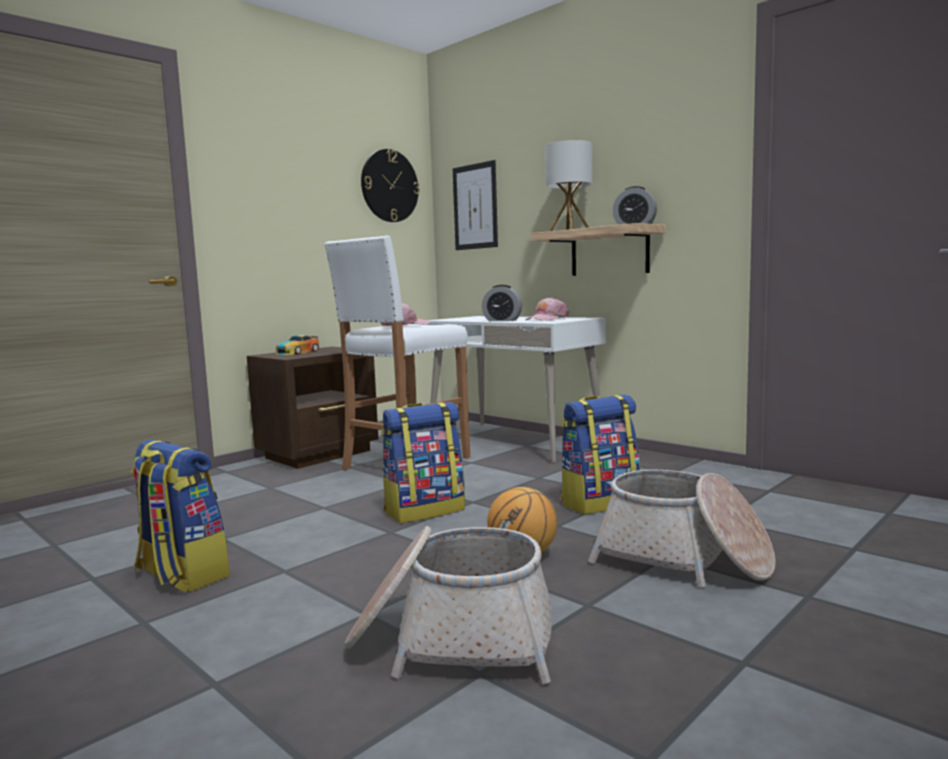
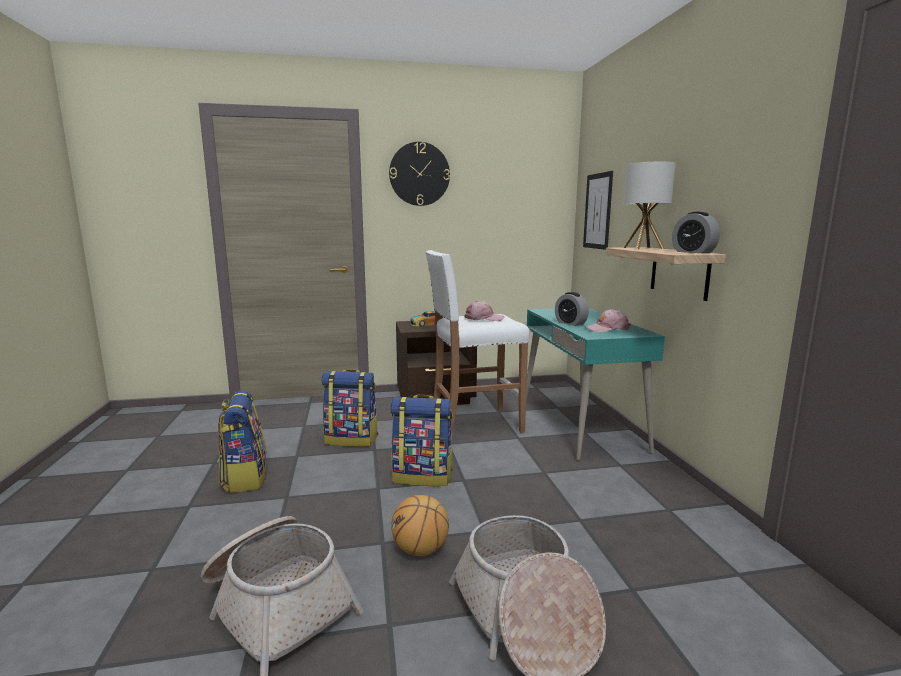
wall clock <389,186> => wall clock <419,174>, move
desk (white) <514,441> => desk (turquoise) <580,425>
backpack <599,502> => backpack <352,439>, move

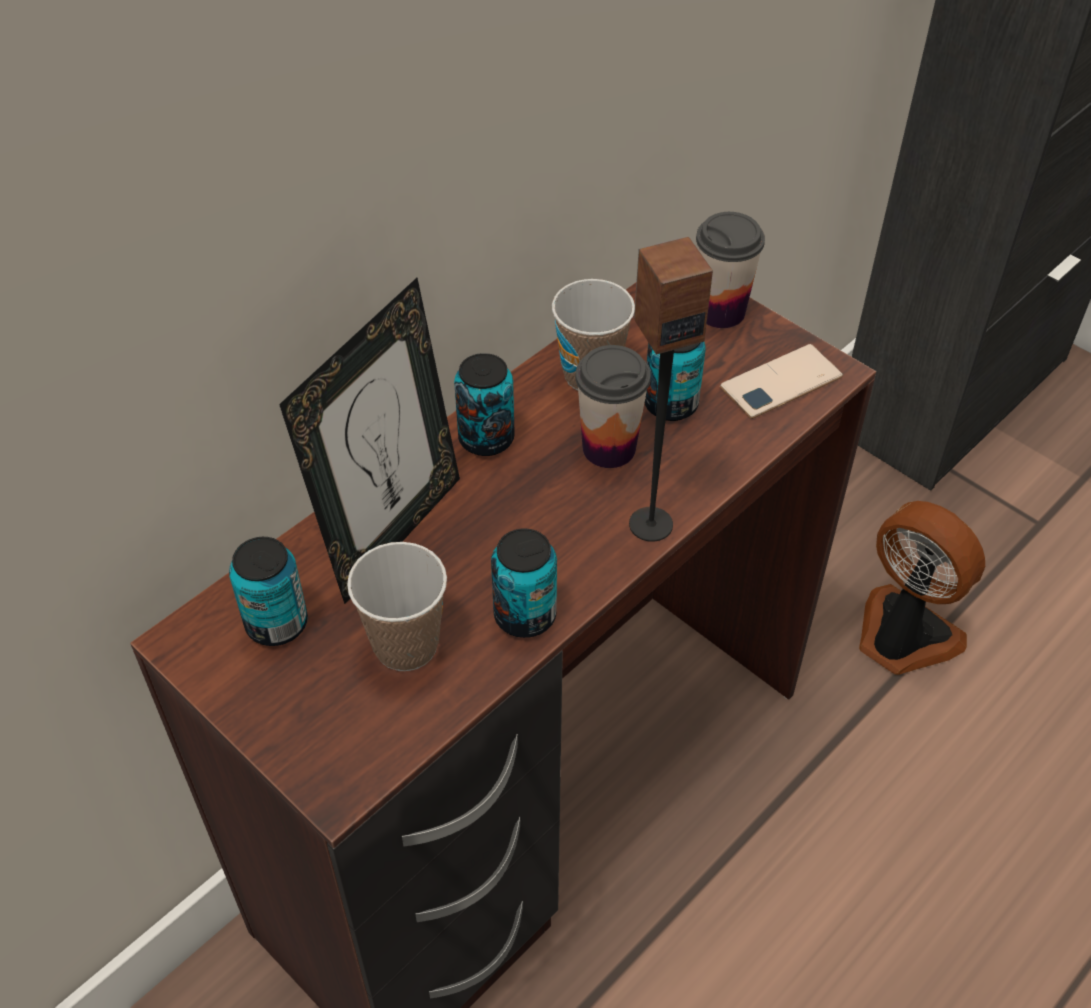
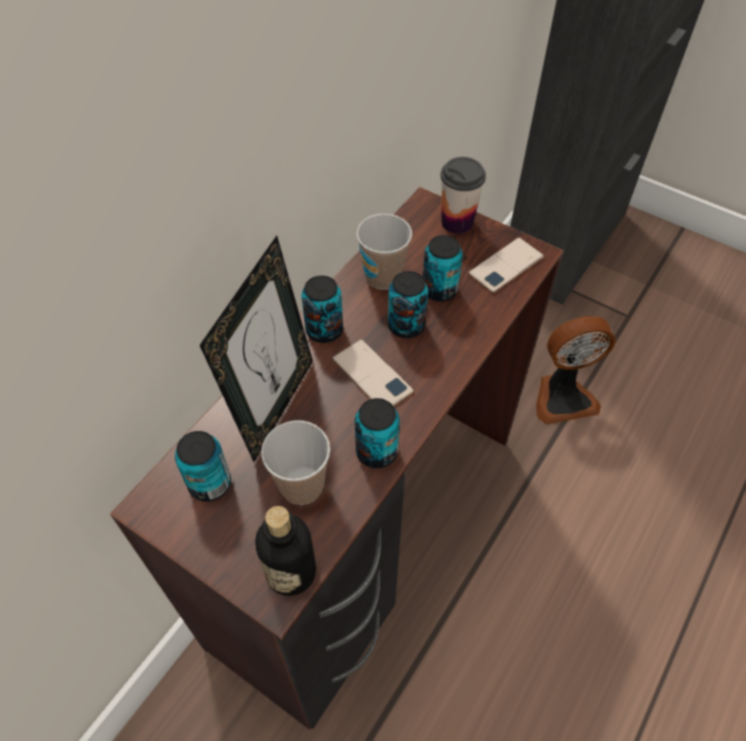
cup <609,448> => can <406,325>
speaker <650,523> => nothing
fan <902,636> => fan <562,397>, 135 degrees clockwise
nothing => bottle <291,572>
nothing => phone <372,375>

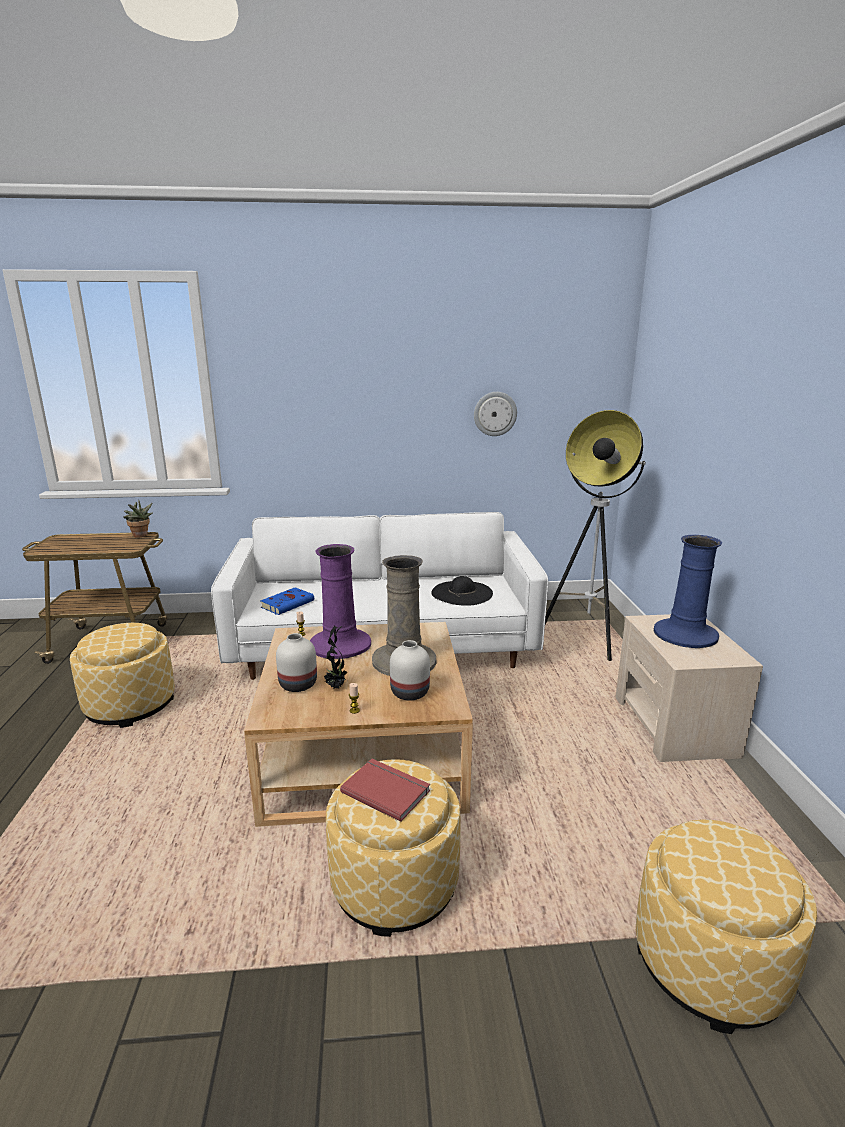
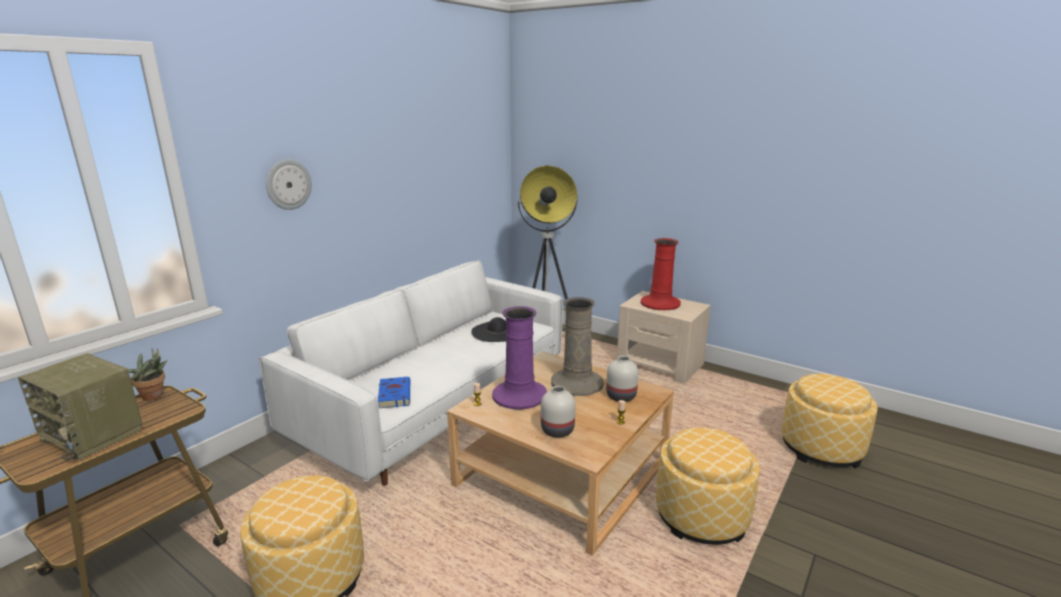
potted plant <336,687> => nothing
book (red) <386,790> => nothing
wall clock <495,414> => wall clock <288,184>, move
vase (blue) <685,634> => vase (red) <660,303>
nothing => radio <94,434>

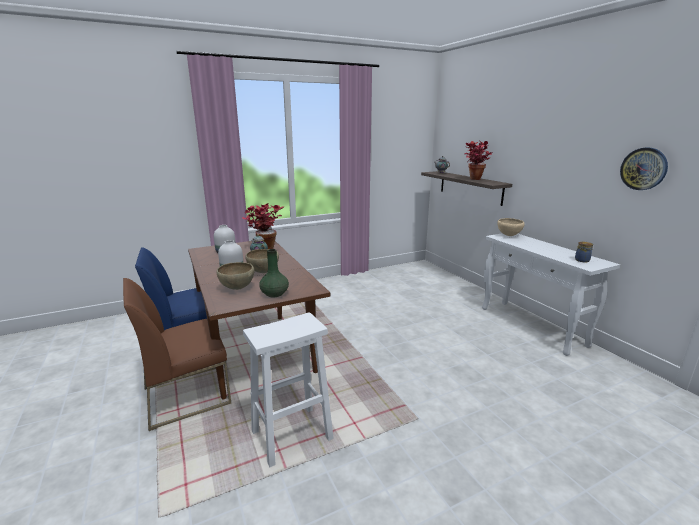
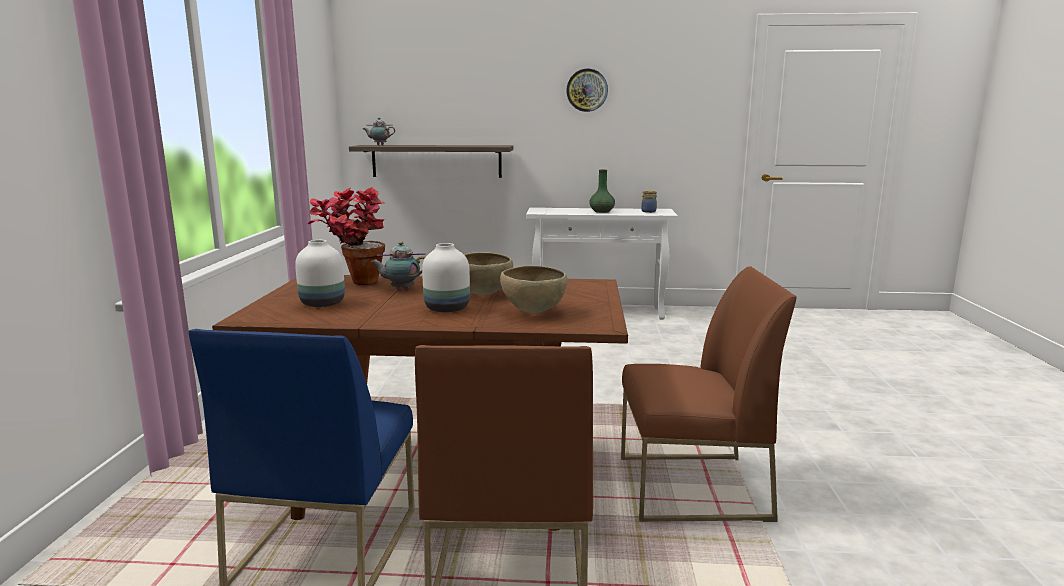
stool (white) <290,436> => chair (brown) <691,488>
vase (green) <275,294> => vase (green) <601,211>, move
potted plant <474,179> => nothing
bowl (beige) <508,235> => nothing
wall clock <643,169> => wall clock <587,90>, move

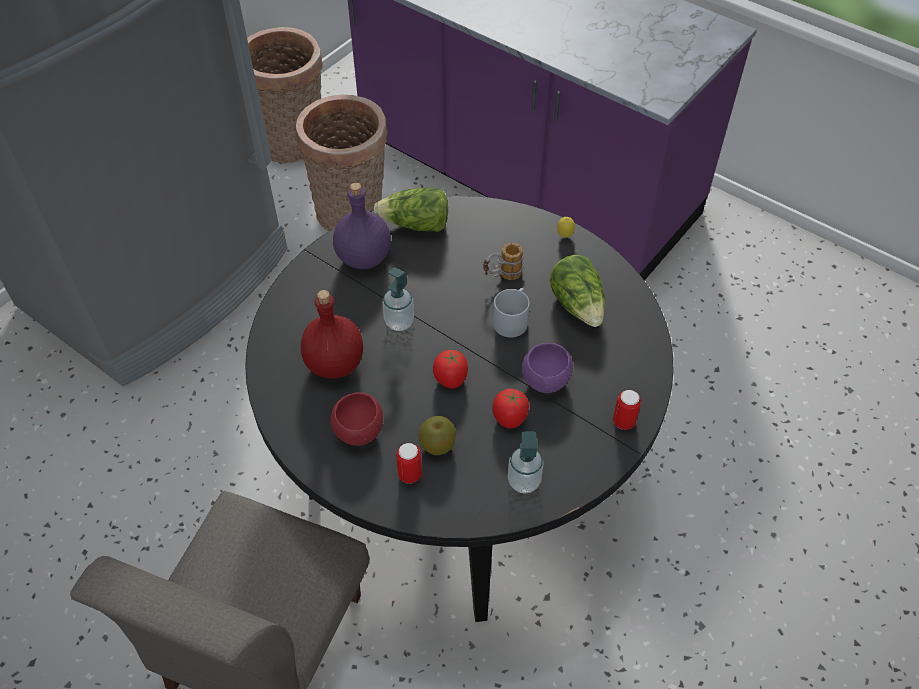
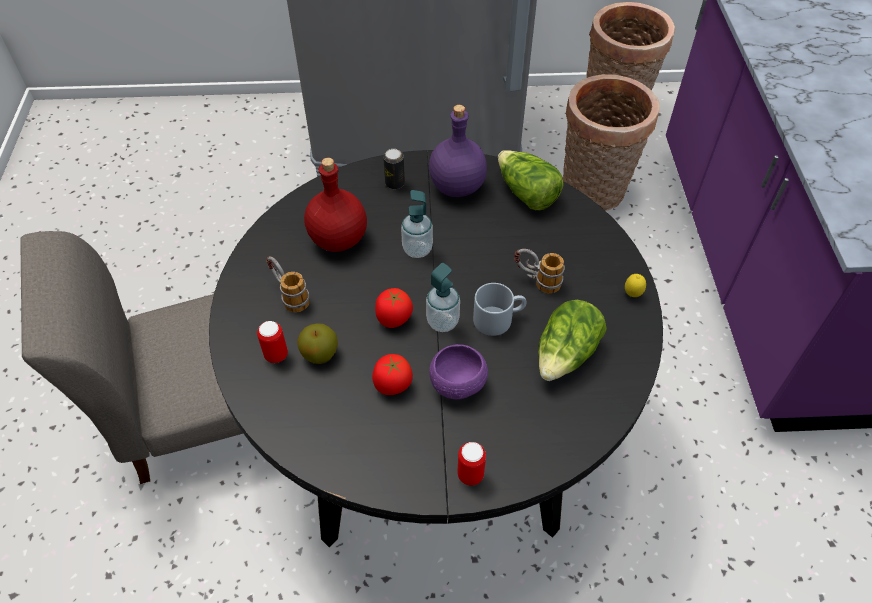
bowl (red) <358,431> => mug <289,295>
soap dispenser <524,481> => soap dispenser <442,322>, move
nothing => can <395,183>

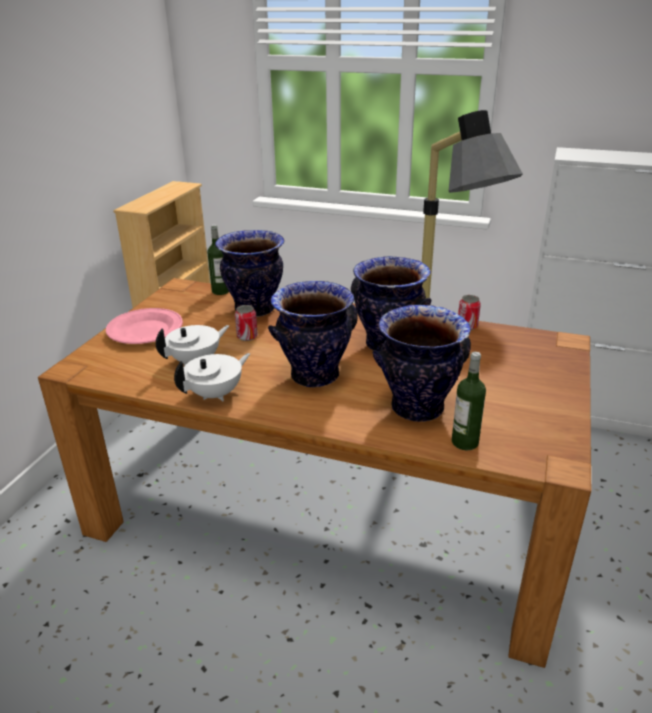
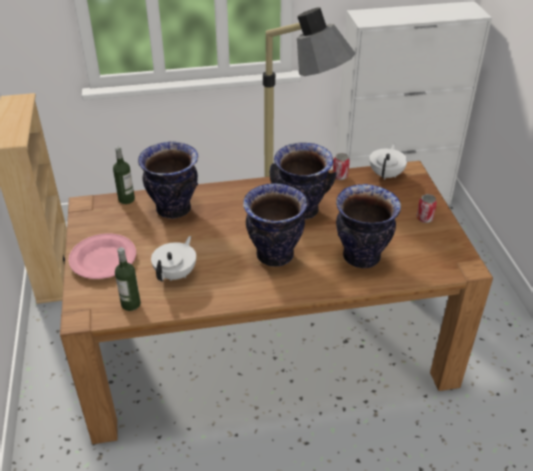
teapot (white) <216,394> => teapot (white) <386,174>, move
can <247,337> => can <424,218>, move
bottle <465,442> => bottle <131,304>, move

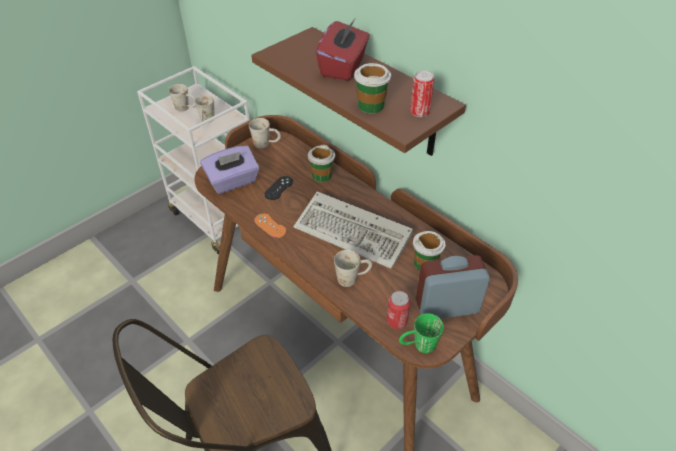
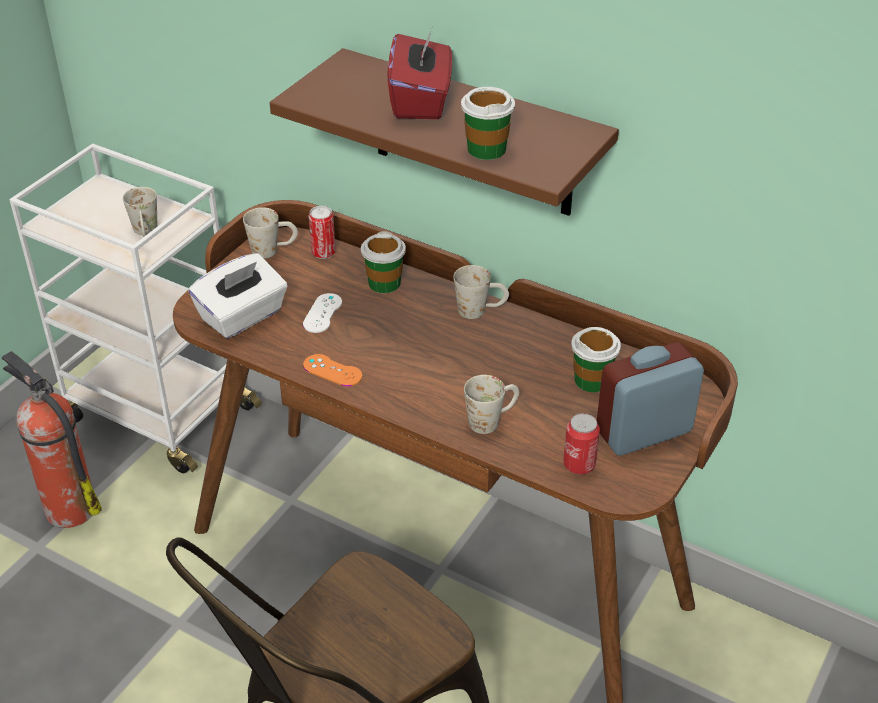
mug (white) <186,108> => mug (white) <480,310>, move
tissue box (purple) <233,182> => tissue box (white) <242,316>
game controller (black) <279,188> => game controller (white) <322,313>
keyboard <355,233> => nothing
mug (green) <418,346> => nothing
can <419,112> => can <323,253>, move
nothing => fire extinguisher <68,507>

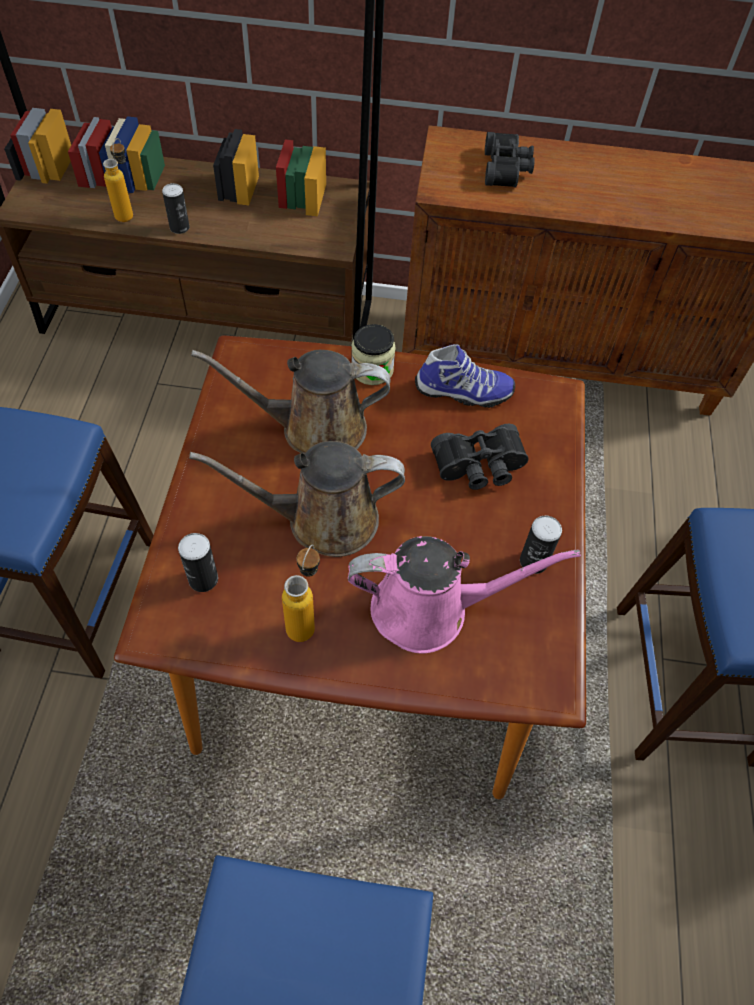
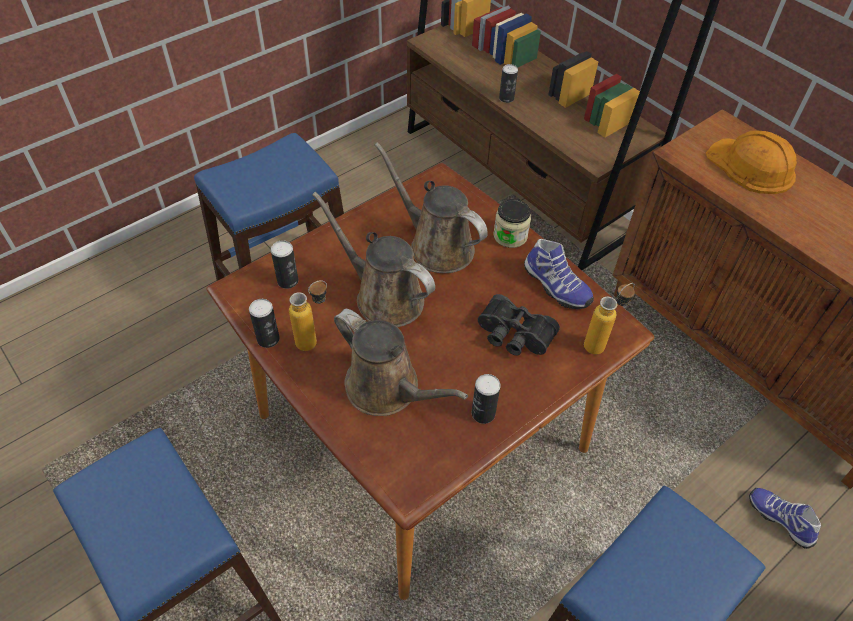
bottle <127,212> => bottle <600,343>, move
watering can (pink) <429,609> => watering can (brown) <387,389>
binoculars (black) <507,169> => hard hat (orange) <751,166>
nothing => can <268,339>
nothing => shoe <780,519>

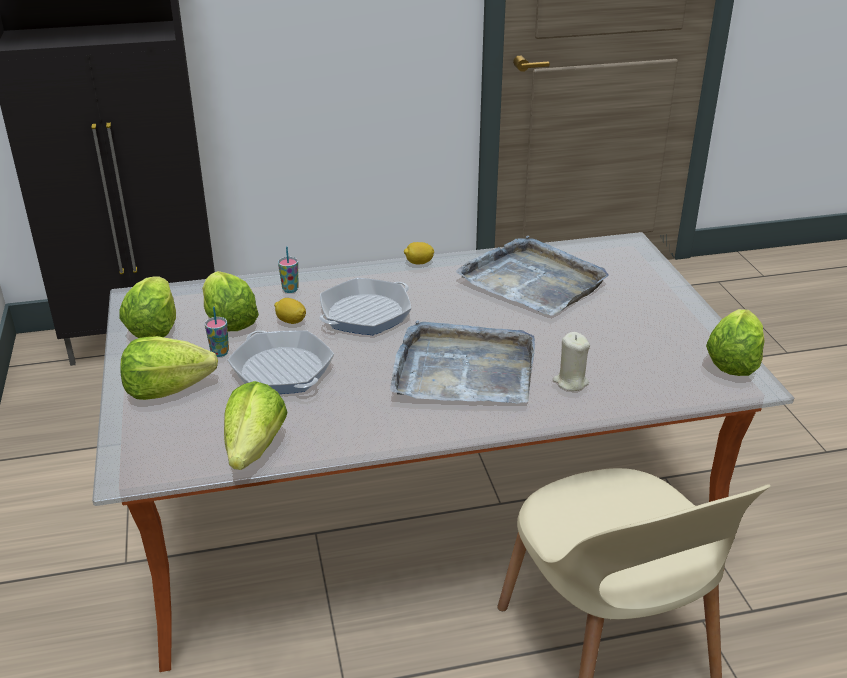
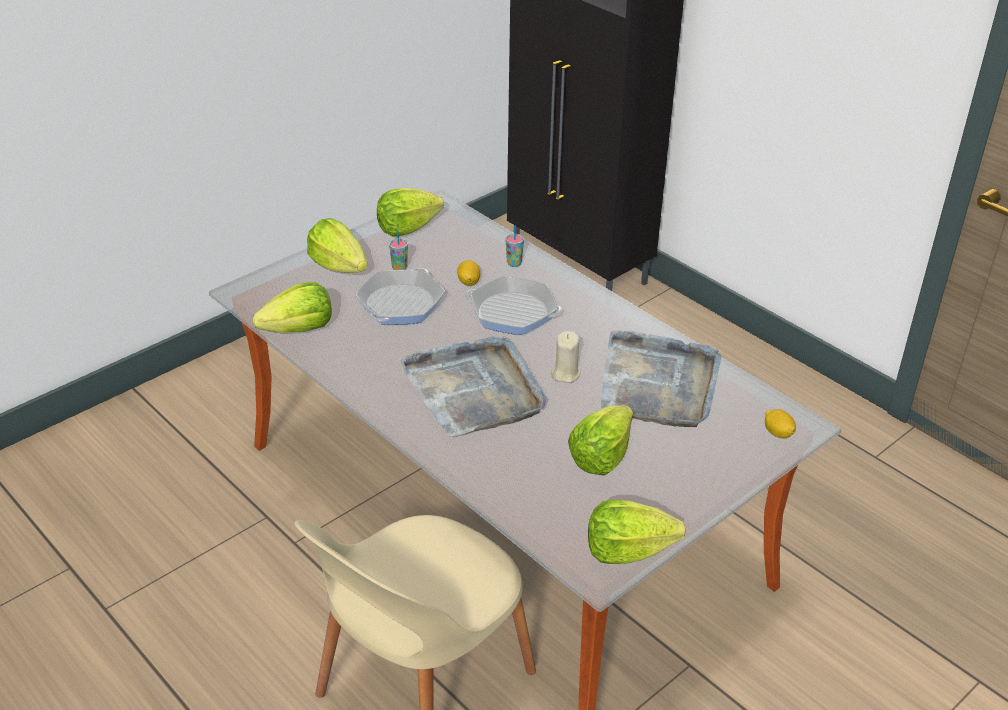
lettuce <229,320> => lettuce <601,457>, move
lemon <419,263> => lemon <778,433>, move
candle (beige) <570,382> => candle (beige) <565,374>, move

